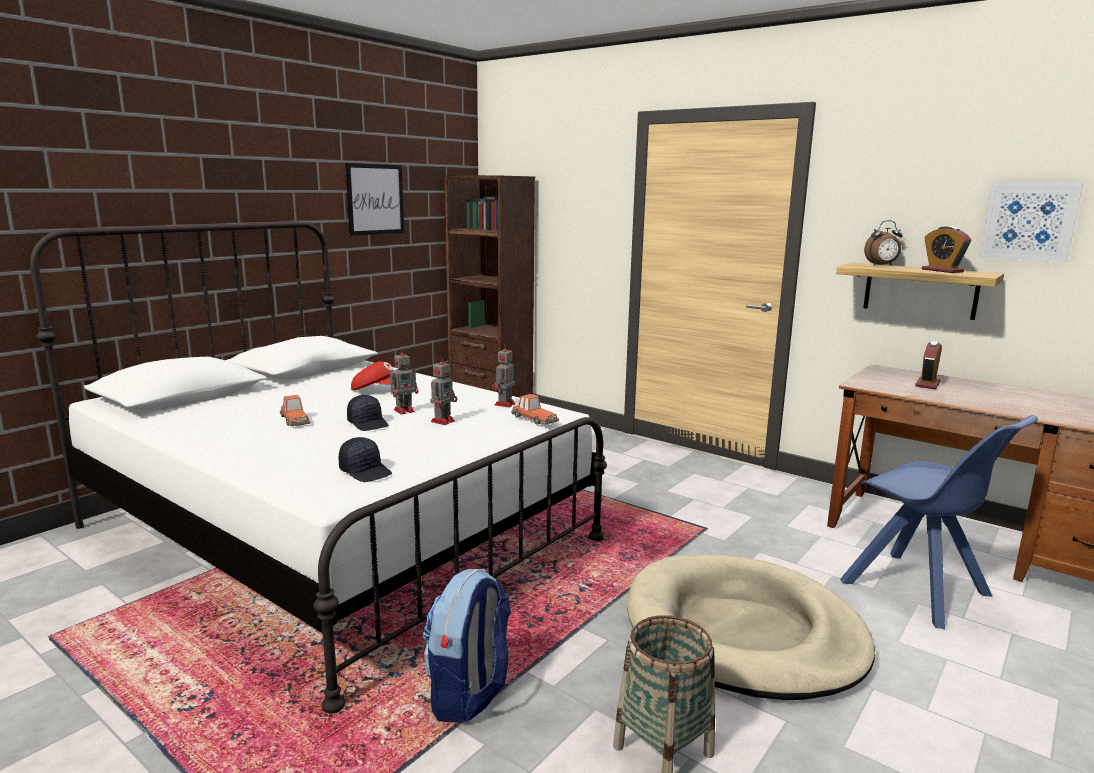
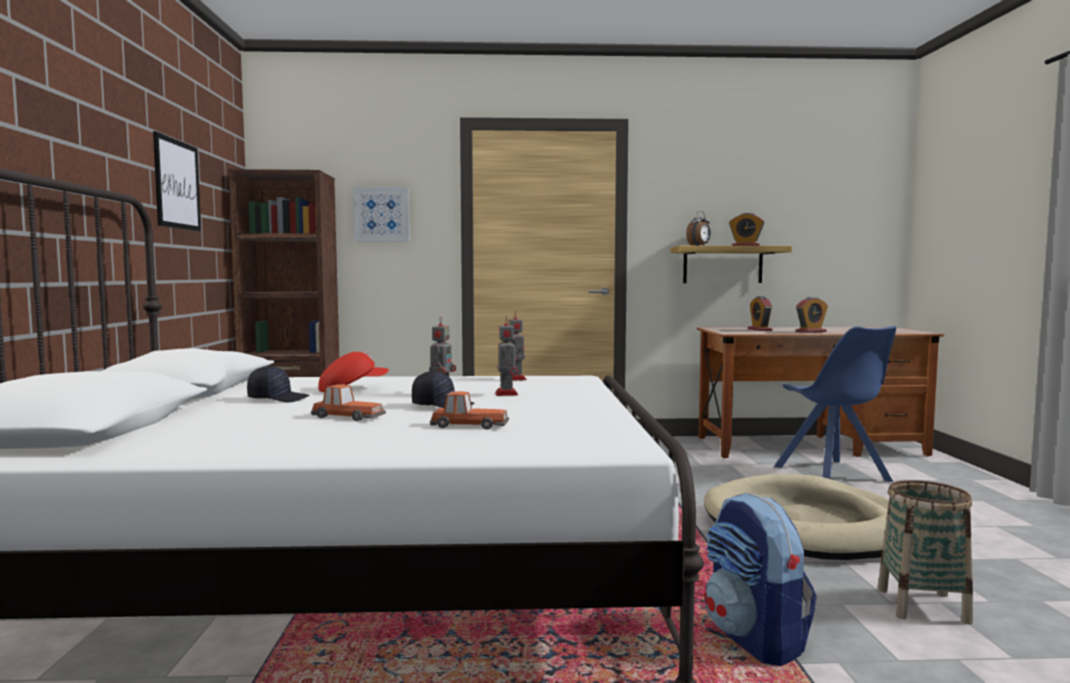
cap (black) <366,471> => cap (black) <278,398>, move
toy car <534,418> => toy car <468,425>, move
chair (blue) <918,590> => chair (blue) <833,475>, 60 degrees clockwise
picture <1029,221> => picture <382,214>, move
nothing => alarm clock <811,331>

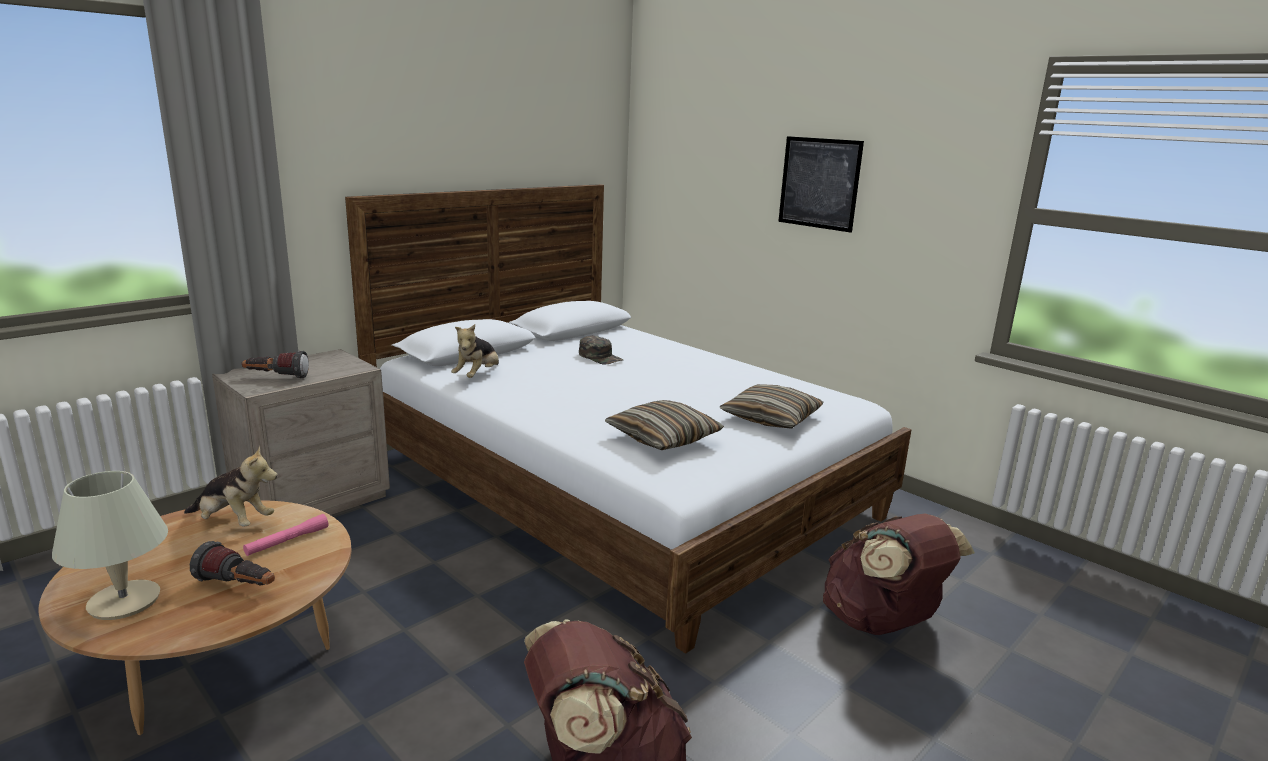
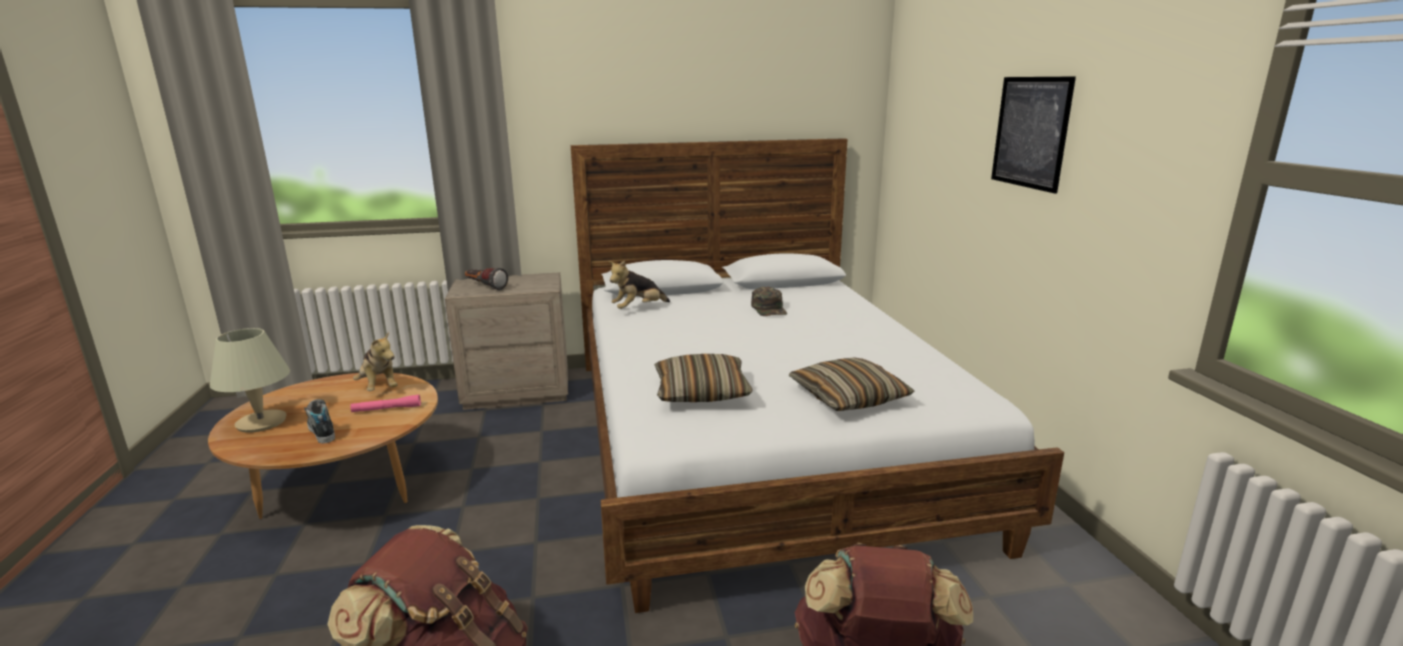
flashlight <239,586> => shoe <321,431>

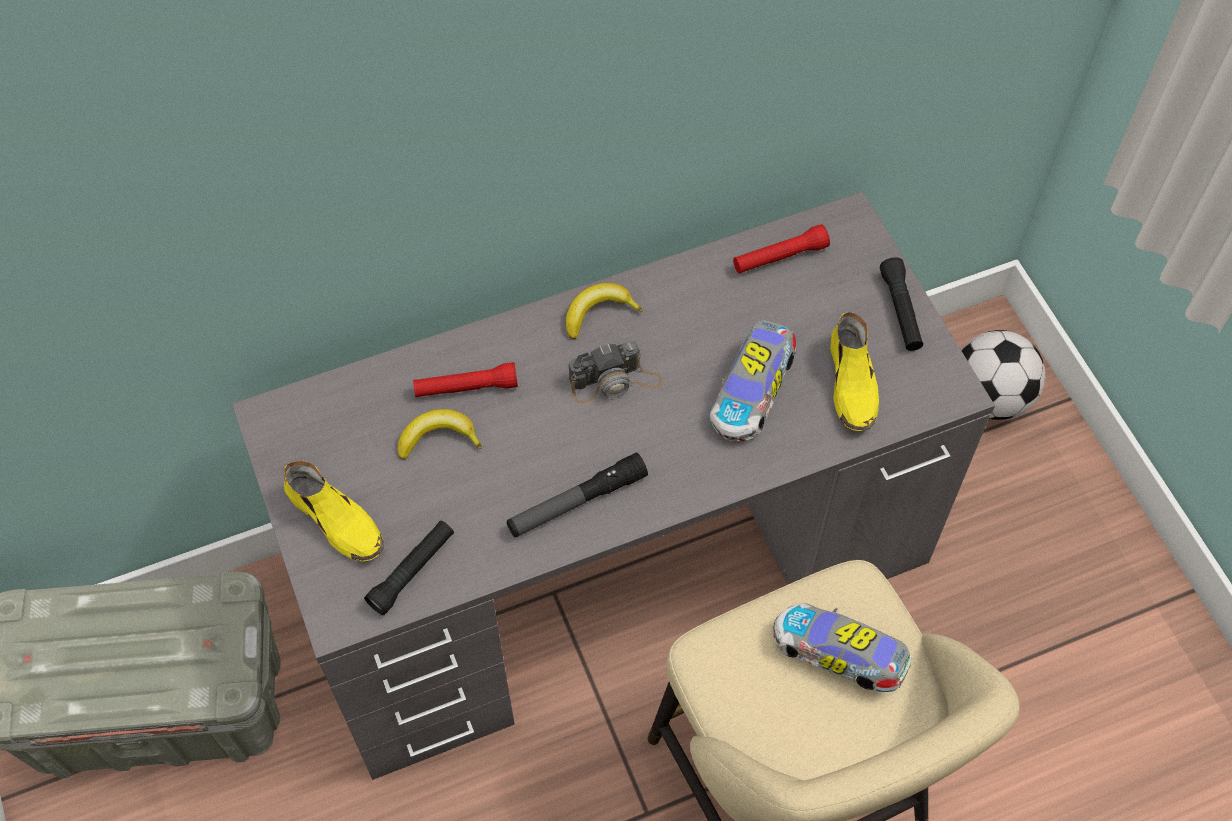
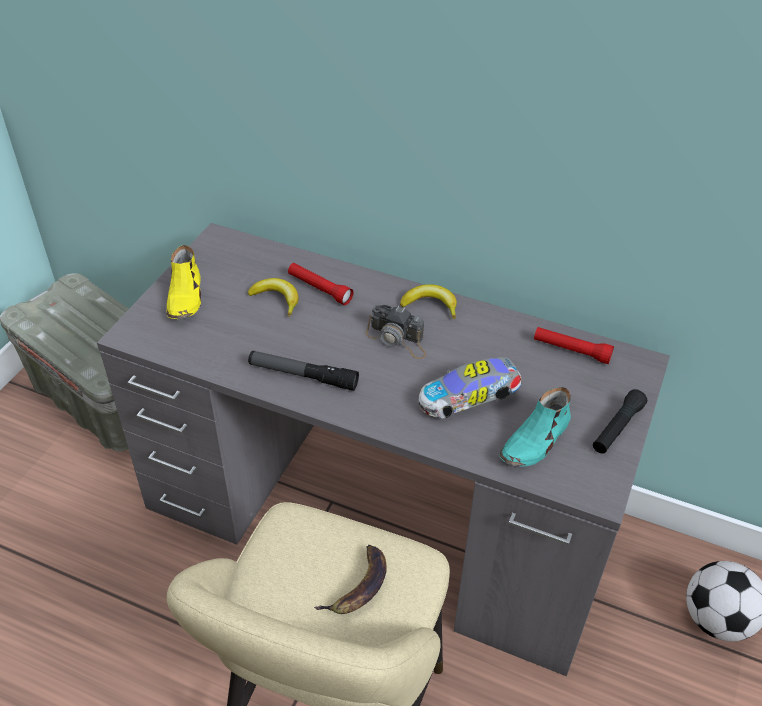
flashlight (black) <412,571> => nothing
toy car <841,655> => banana <358,586>
shoe (yellow) <852,383> => shoe (turquoise) <536,440>

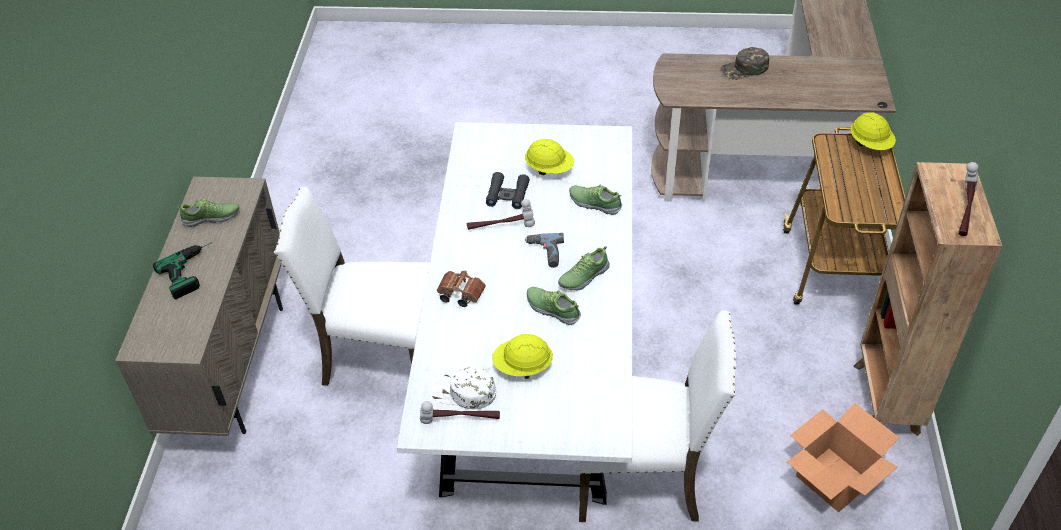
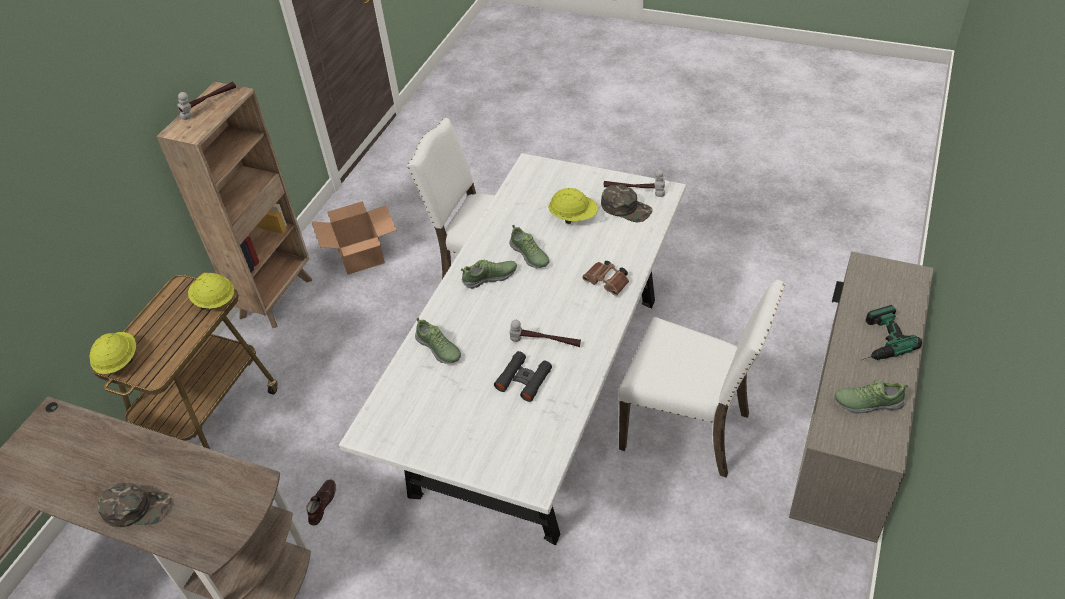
cap (white) <463,392> => cap (green) <626,208>
hard hat (yellow) <549,169> => hard hat (yellow) <215,301>, move
power drill <544,253> => nothing
nothing => shoe (brown) <322,504>

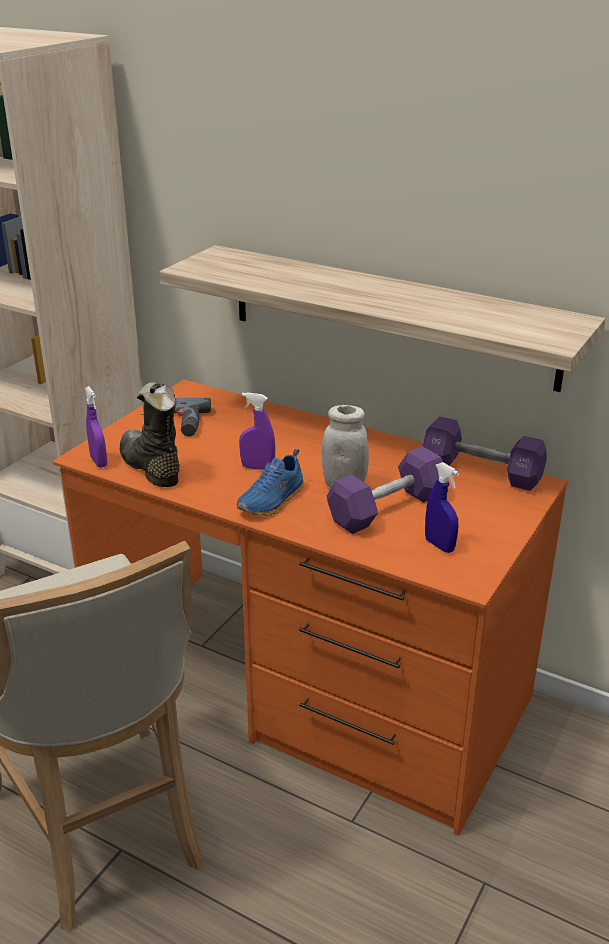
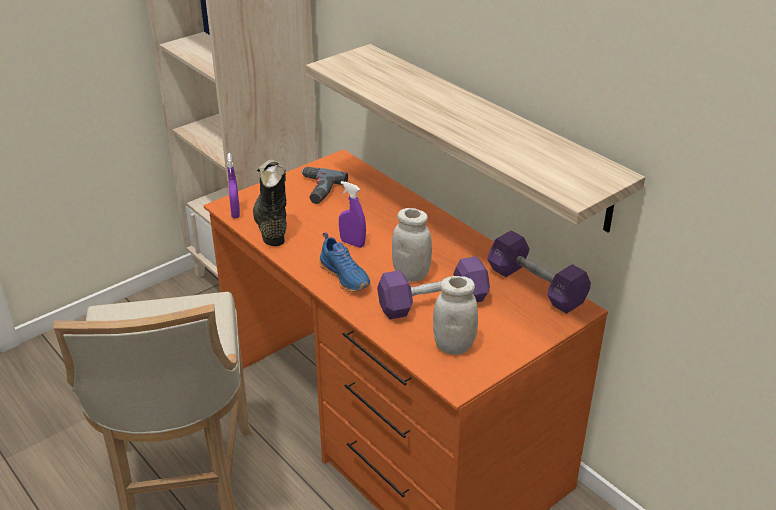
shoe (blue) <273,501> => shoe (blue) <346,276>, 90 degrees counterclockwise
spray bottle (blue) <439,545> => jar (white) <454,346>

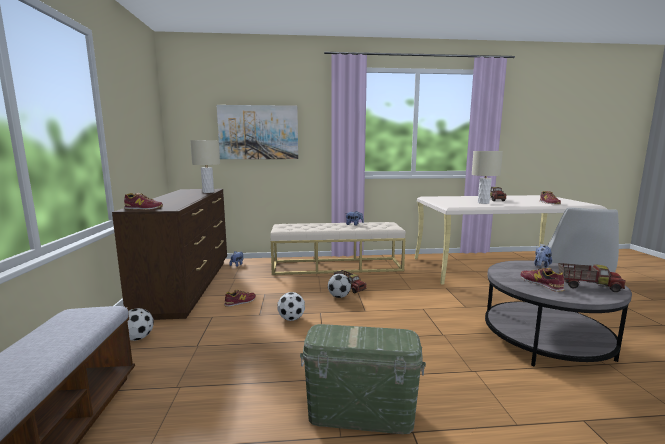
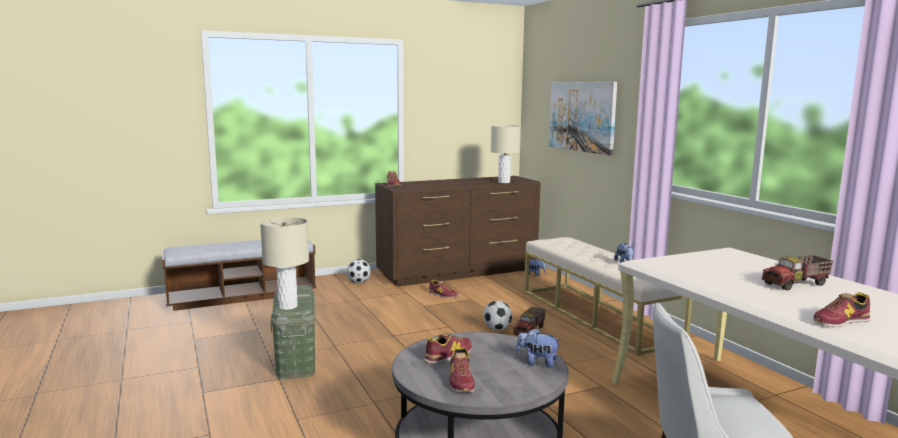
football <291,318> => nothing
table lamp (beige) <483,203> => table lamp (beige) <288,306>, move
toy truck <588,286> => shoe <461,380>

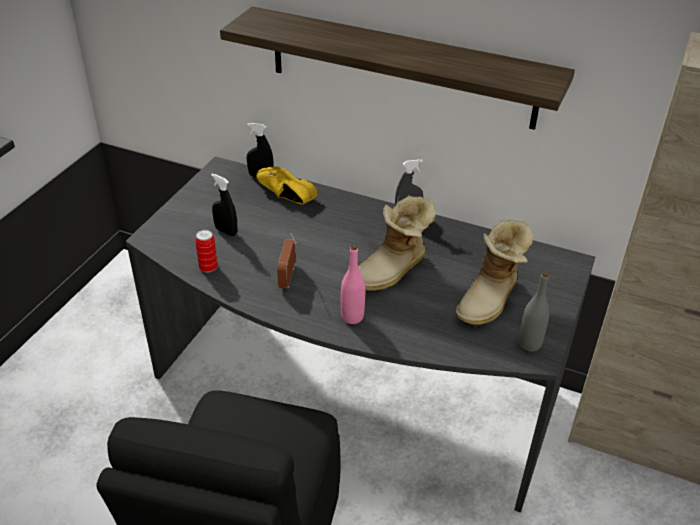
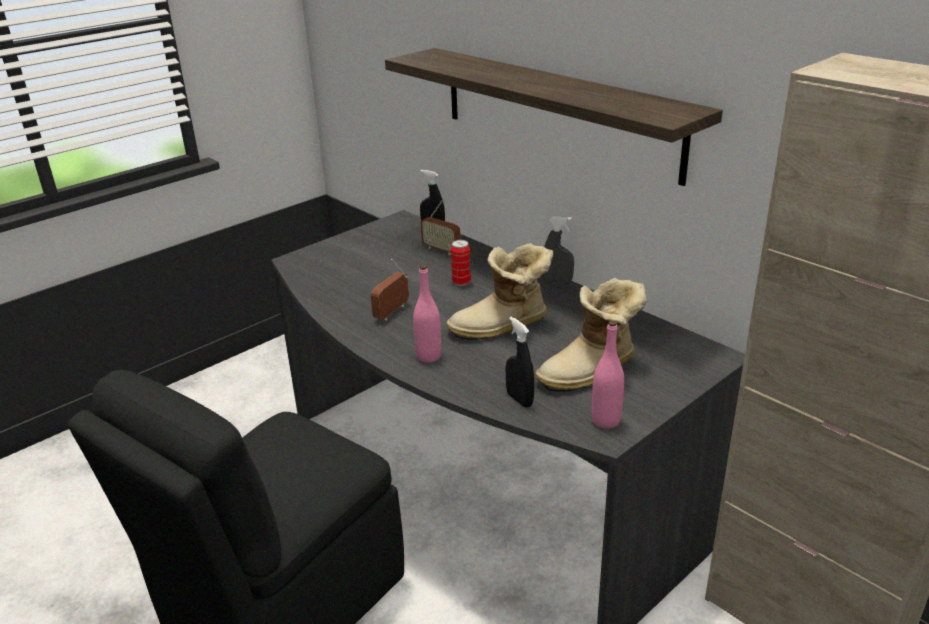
can <208,267> => can <461,282>, move
spray bottle (black) <226,231> => spray bottle (black) <519,399>, move
shoe (yellow) <284,197> => radio <441,250>
bottle (grey) <529,344> => bottle (pink) <606,421>

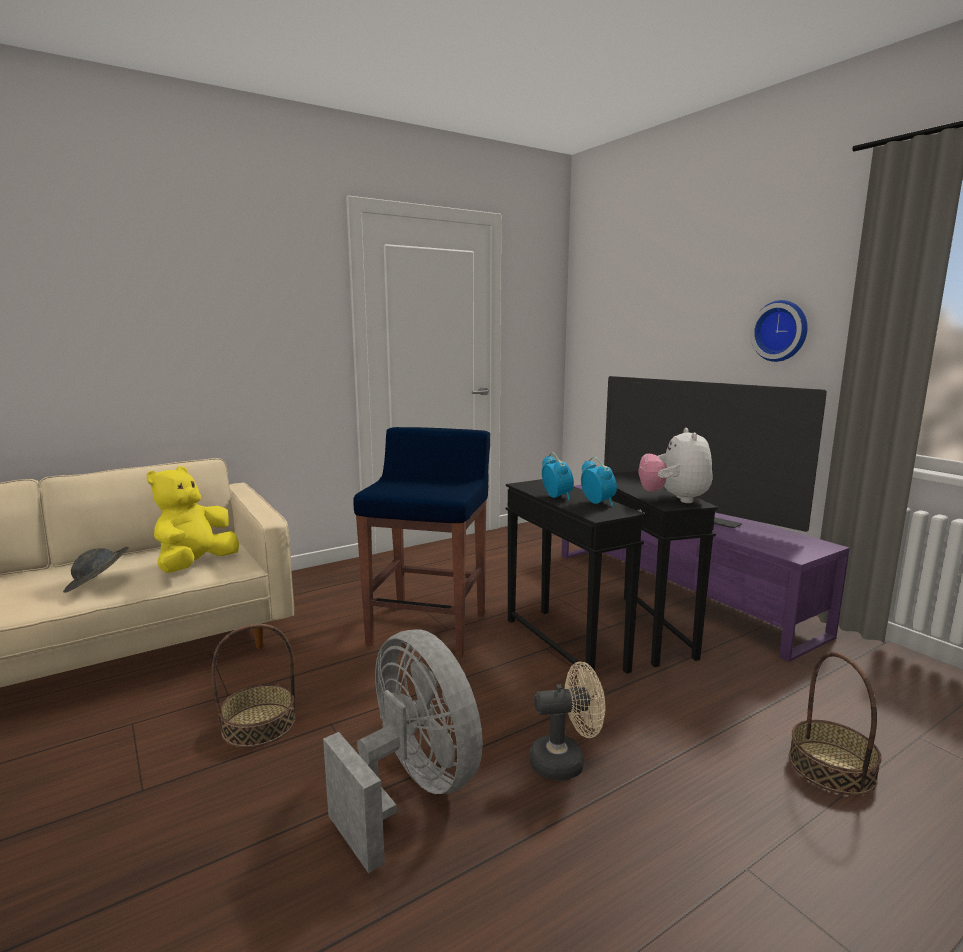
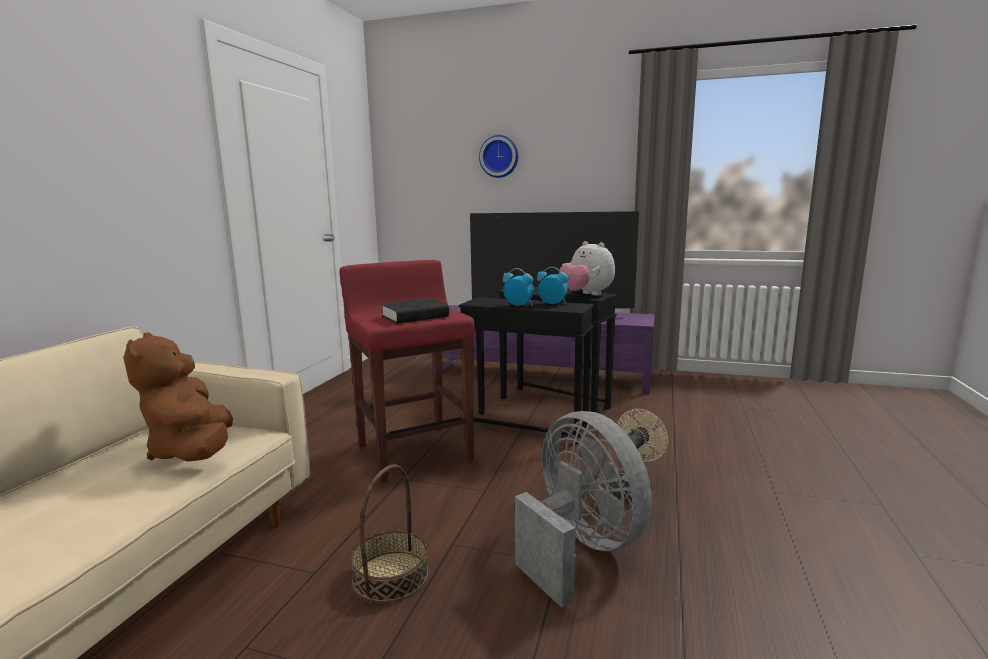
hat (grey) <98,585> => nothing
plush toy (yellow) <195,565> => plush toy (brown) <193,452>
fan (grey) <411,790> => fan (grey) <579,549>, 45 degrees clockwise
stool (blue) <429,627> => stool (red) <413,451>
wall clock <781,331> => wall clock <499,156>, move
basket <832,767> => nothing
nothing => book (black) <415,316>

